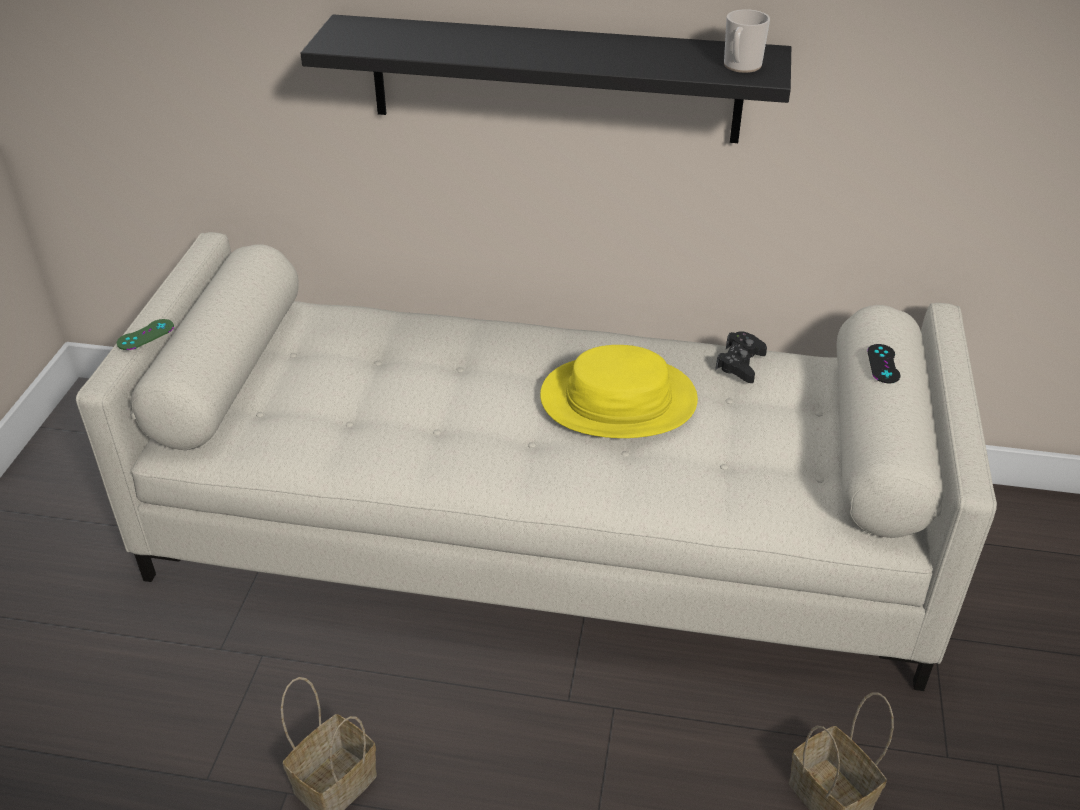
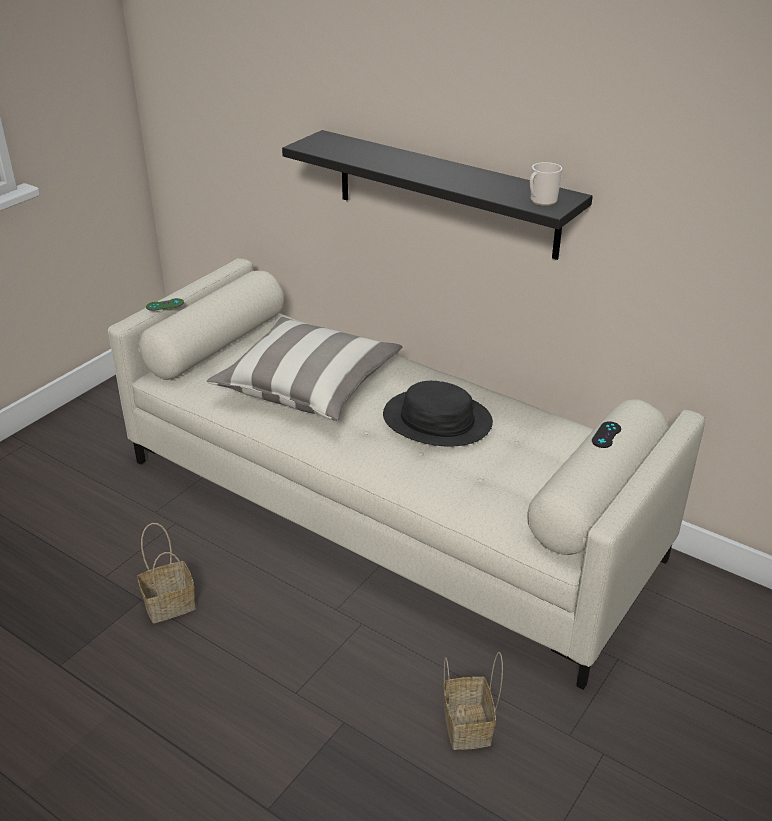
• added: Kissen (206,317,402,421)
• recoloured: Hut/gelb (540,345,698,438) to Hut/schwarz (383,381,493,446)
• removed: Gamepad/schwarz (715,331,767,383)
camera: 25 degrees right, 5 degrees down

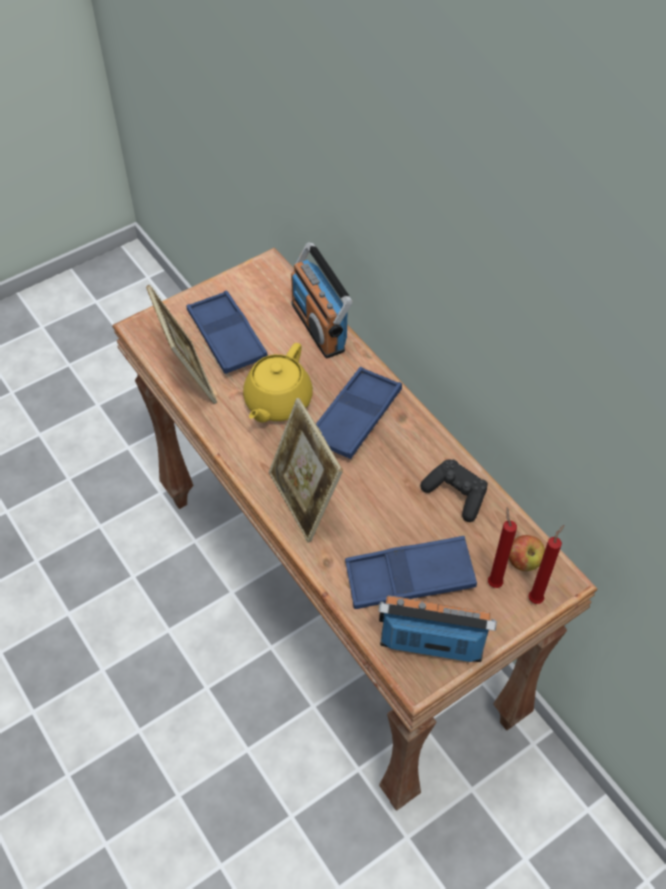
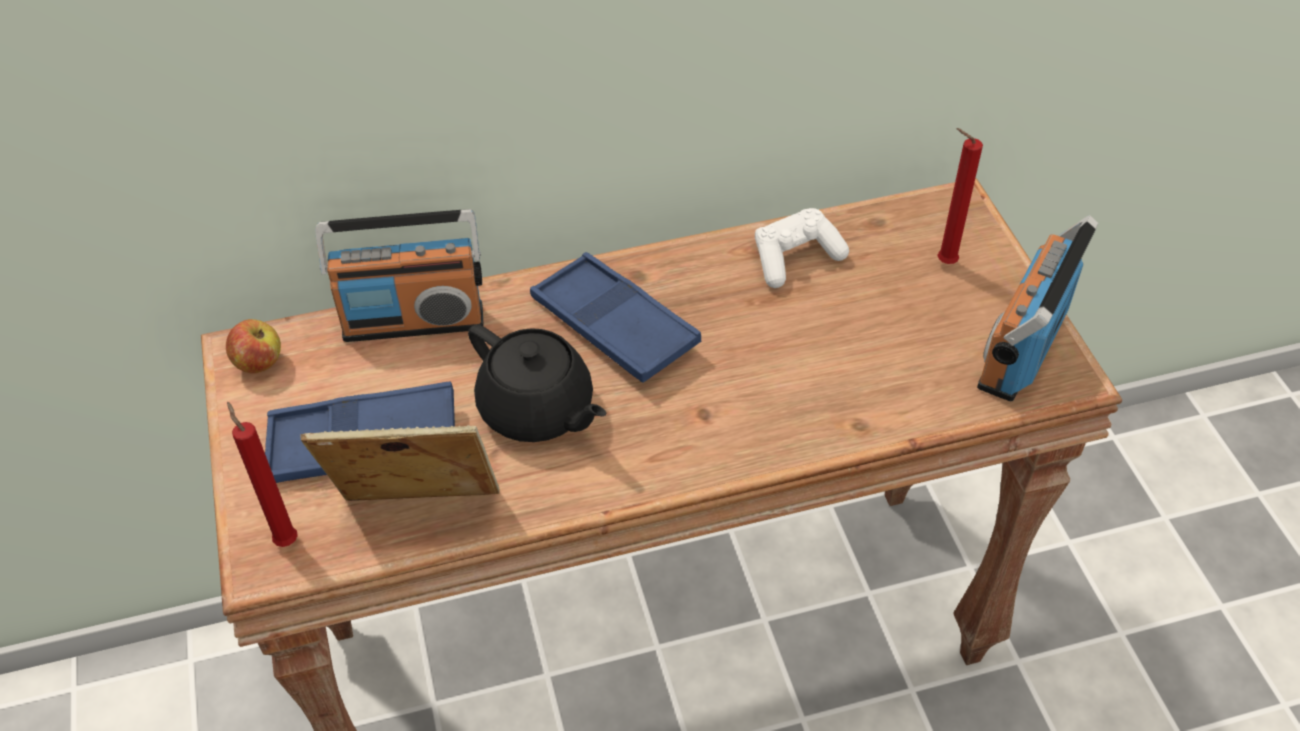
• moved: Apfel (509,535,545,571) to (226,319,281,374)
• moved: Kerze/rot (528,525,564,604) to (227,401,298,547)
• recoloured: Teekanne/gelb (243,343,313,422) to Teekanne/schwarz (468,324,606,442)
• recoloured: Gamepad/schwarz (420,459,488,522) to Gamepad/weiß (755,208,849,288)
• removed: Bilderrahmen (269,398,343,543)
• removed: Tablett/blau (345,536,477,609)
camera: 70 degrees left, 5 degrees down

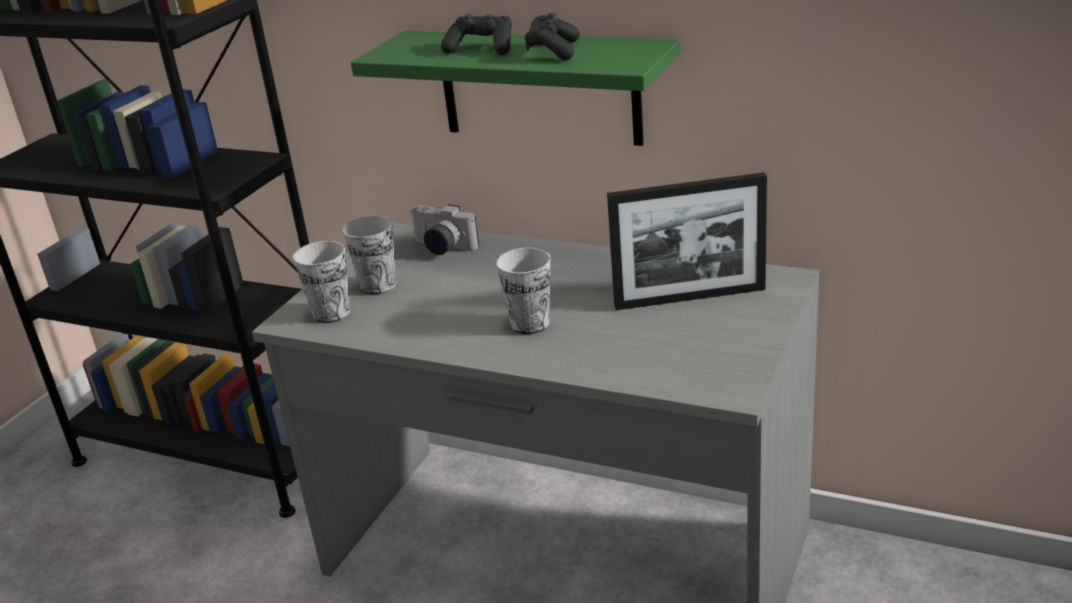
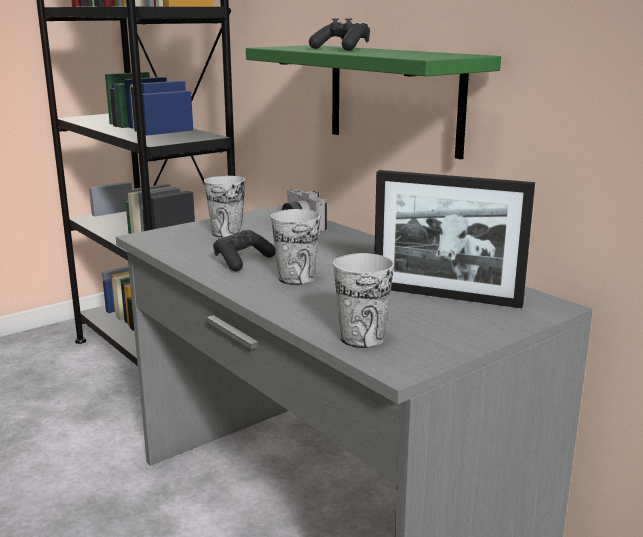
• moved: Gamepad/schwarz (525,13,580,60) to (213,230,275,271)
• moved: Tasse (293,241,350,323) to (333,253,394,348)
camera: 25 degrees right, 10 degrees down

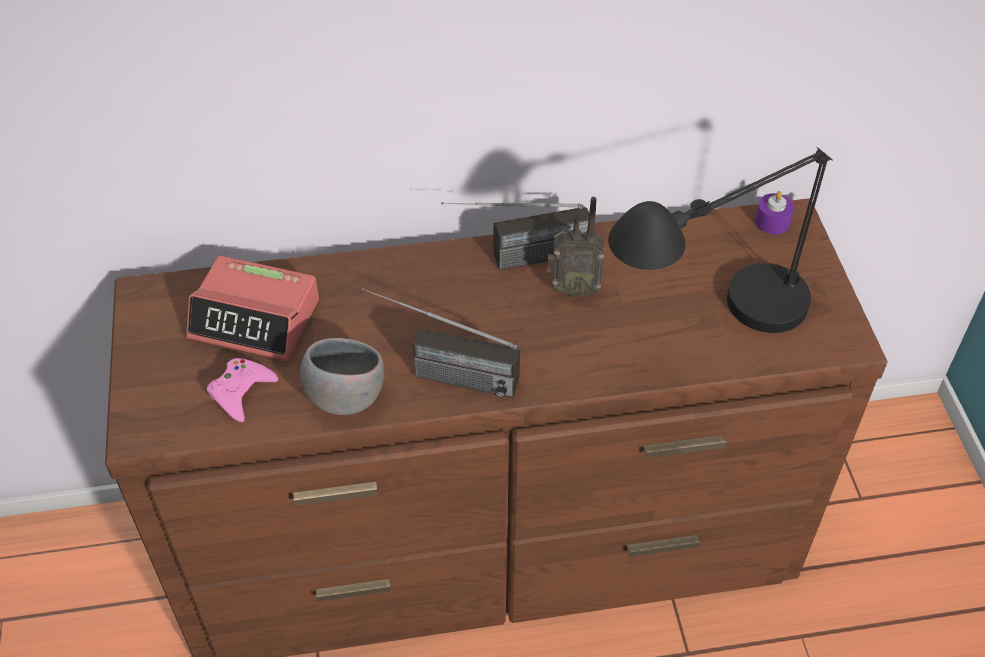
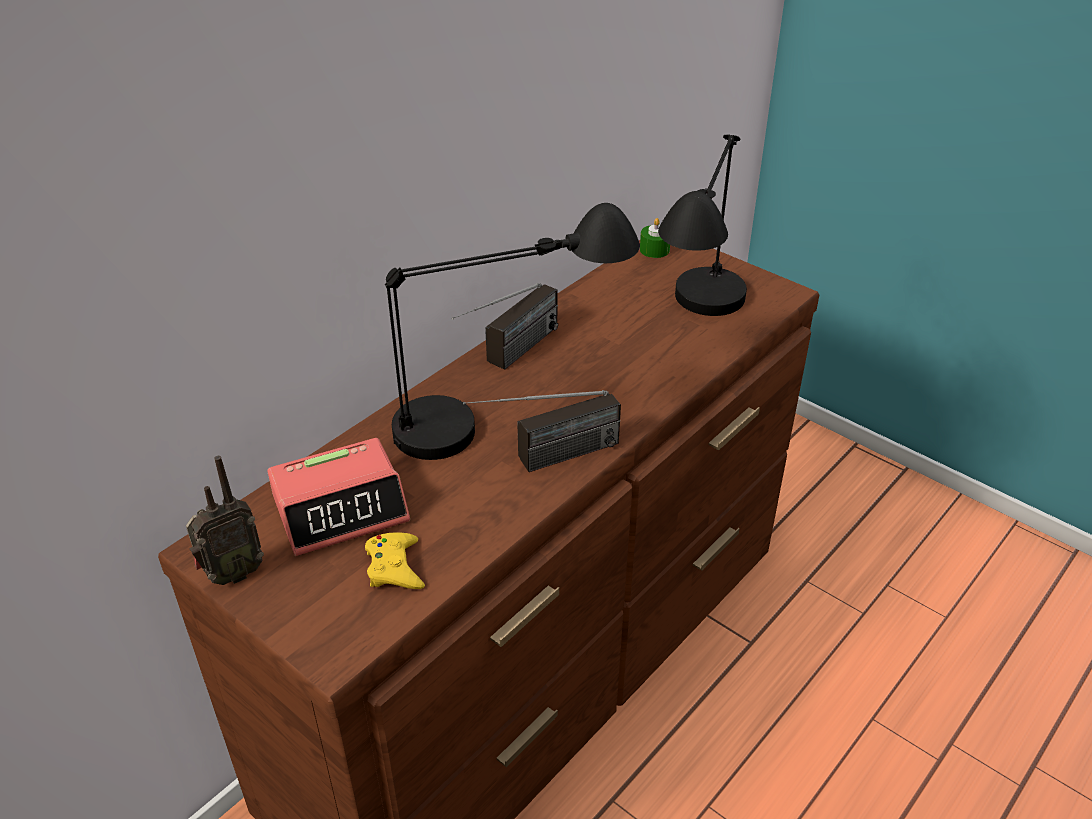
• moved: Radio (547,197,605,298) to (186,456,264,585)
• recoloured: Gamepad/rosa (207,358,278,422) to Gamepad/gelb (365,532,425,589)
• added: Tischlampe/schwarz (385,203,640,460)
• recoloured: Kerze/lila (755,191,794,234) to Kerze/grün (640,218,670,258)
• removed: Schüssel/grau (300,338,384,415)
camera: 40 degrees left, 10 degrees down

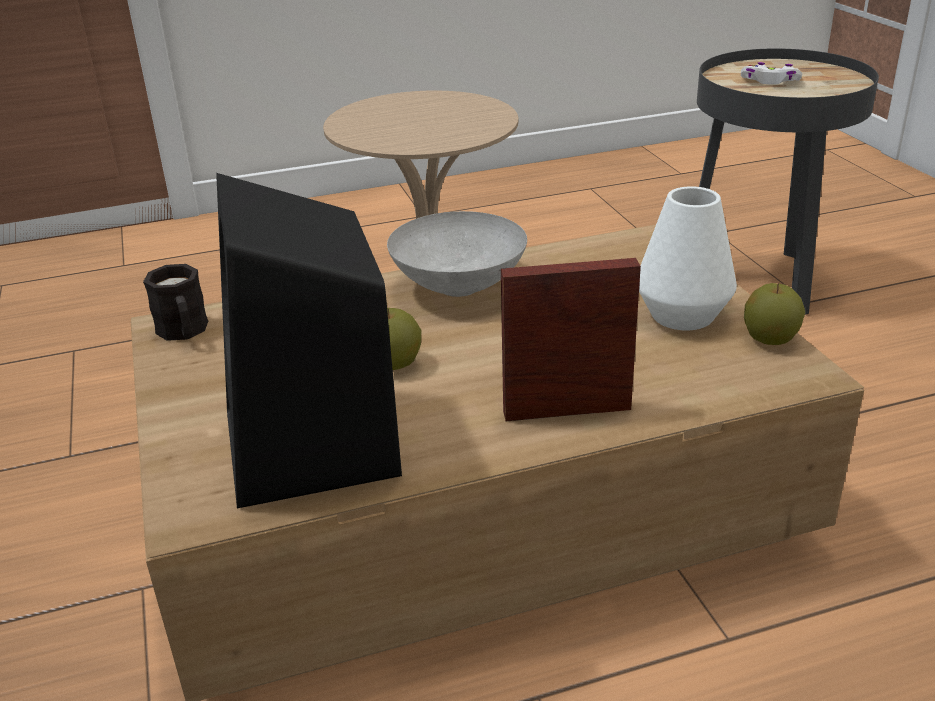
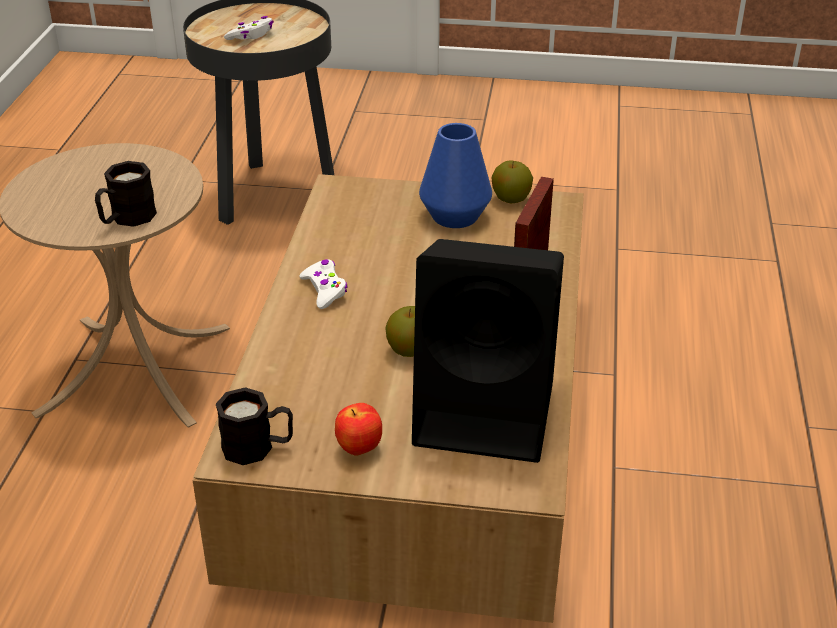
• added: Henkelbecher/schwarz (95,161,157,227)
• replaced: Schüssel/grau (387,211,527,297) to Gamepad/weiß (299,259,348,309)
• added: Apfel (335,403,382,456)
• recoloured: Vase/weiß (639,186,737,330) to Vase/blau (419,123,492,228)
camera: 65 degrees left, 5 degrees up

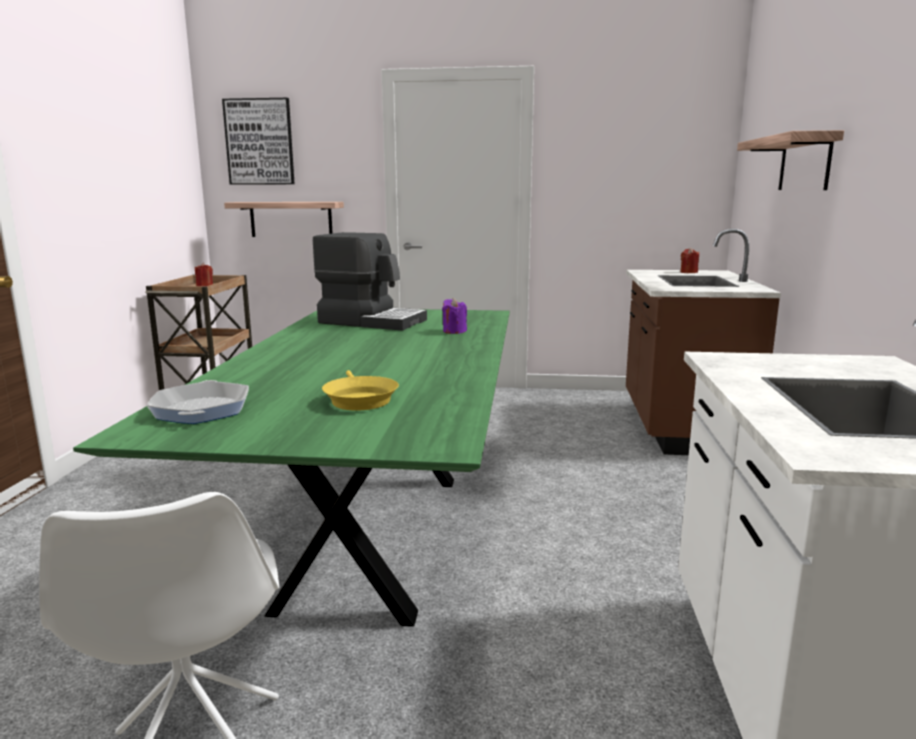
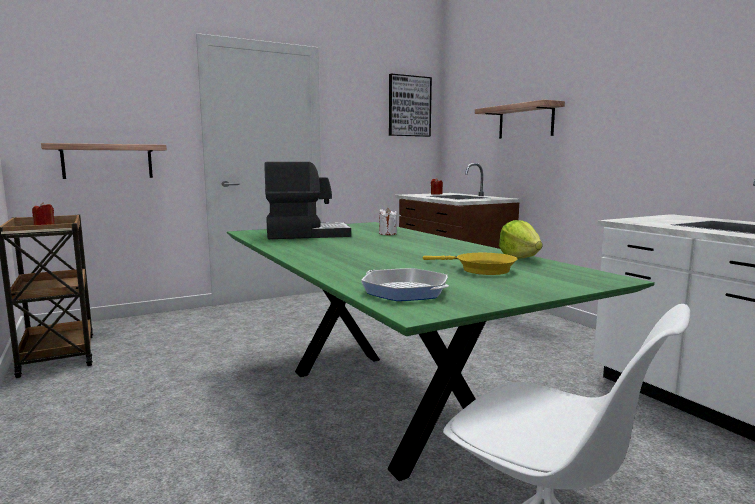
• recoloured: Kerze/lila (442,298,467,334) to Kerze/weiß (379,208,397,235)
• moved: Bild (222,98,295,185) to (389,73,432,137)
• added: Salatkopf (499,220,543,259)
camera: 35 degrees left, 5 degrees down

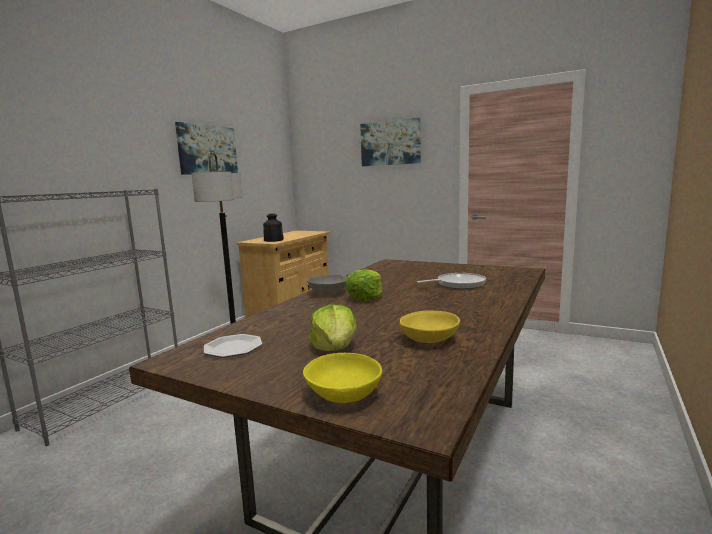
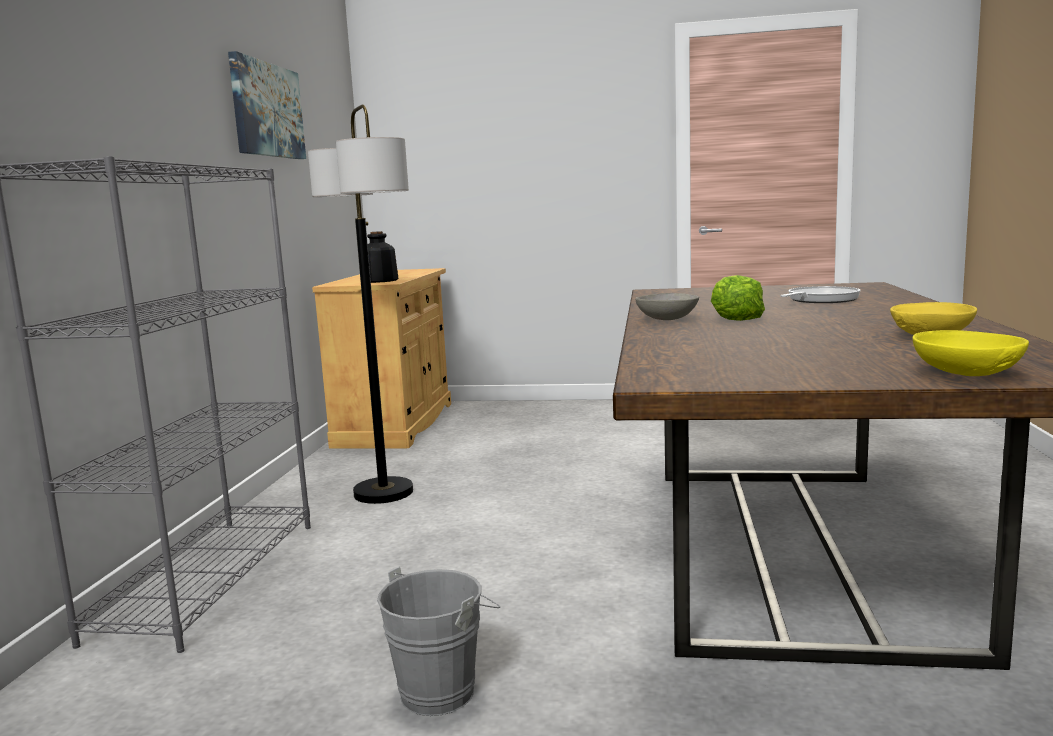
• added: Eimer/grau (377,567,500,716)
• removed: Teller (204,334,262,358)
• removed: Salatkopf (309,304,357,351)
• removed: Bild (360,118,421,166)
camera: 20 degrees left, 0 degrees up

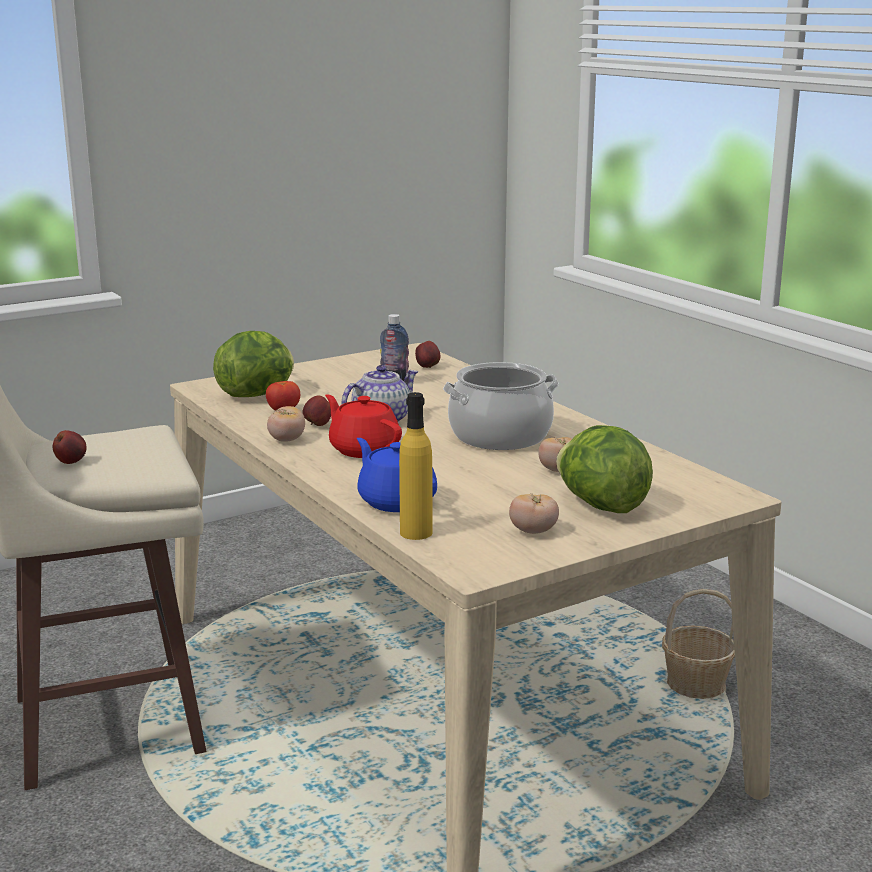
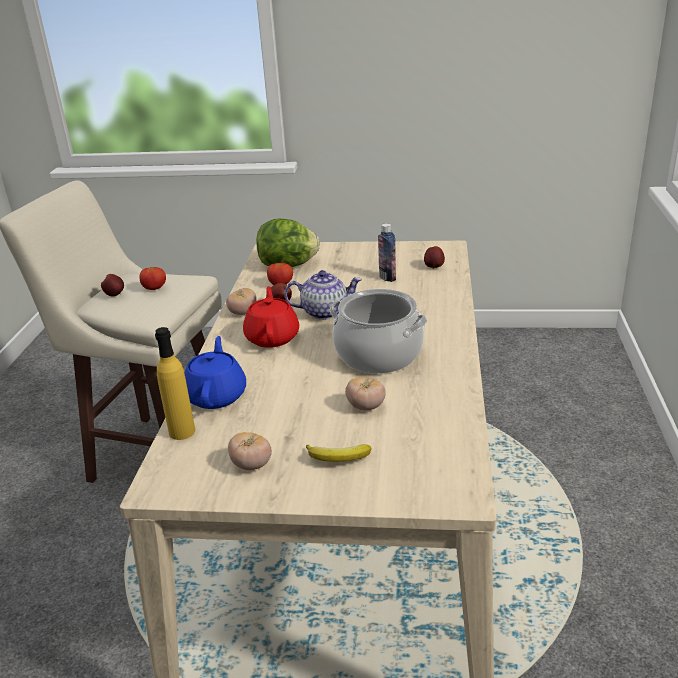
• added: Tomate (140,267,166,290)
• replaced: Salatkopf (556,425,653,513) to Banane (306,444,371,462)
• removed: Korb (662,589,735,699)
camera: 40 degrees right, 10 degrees up

